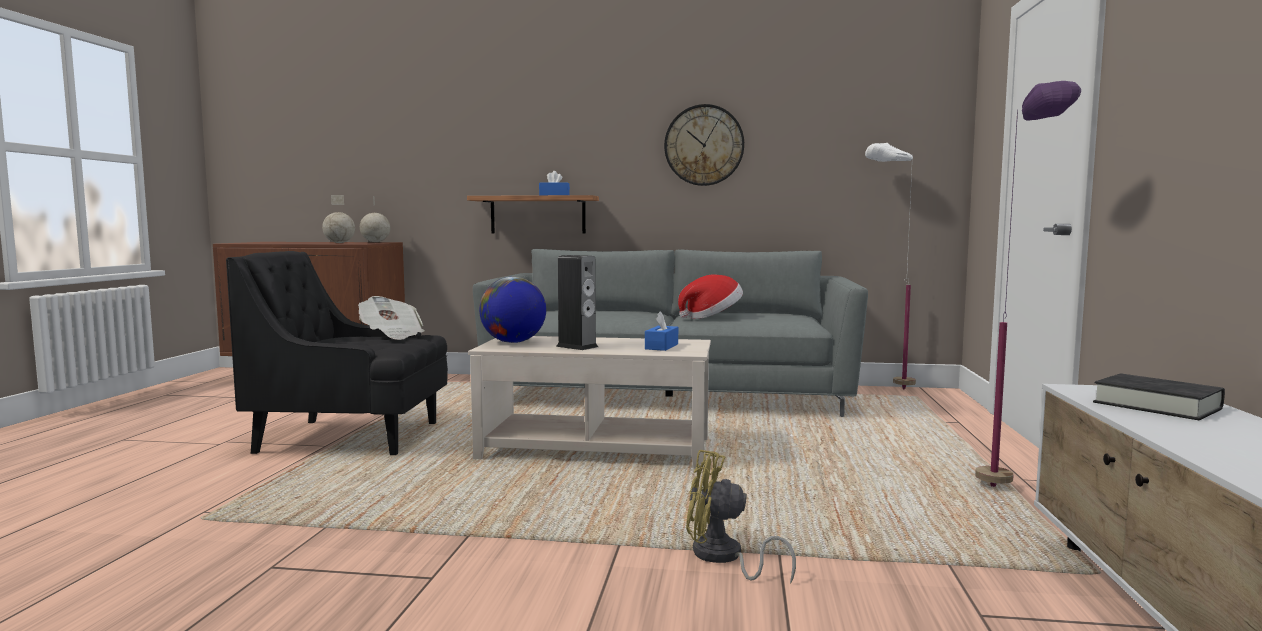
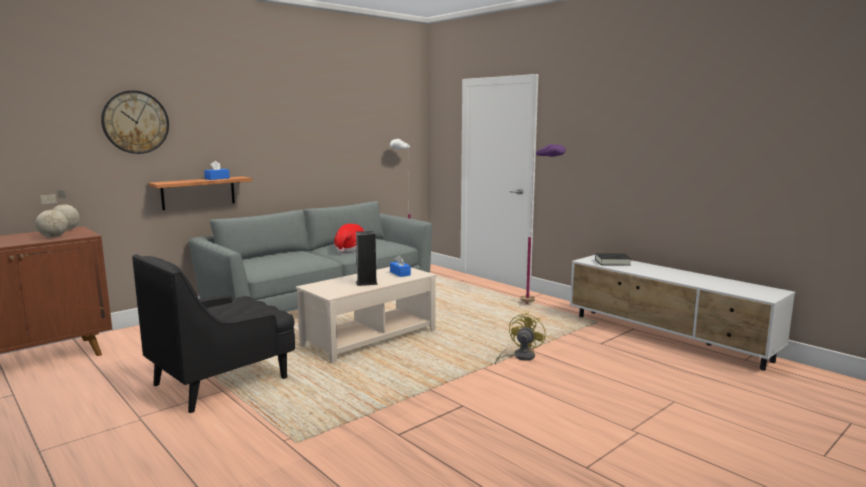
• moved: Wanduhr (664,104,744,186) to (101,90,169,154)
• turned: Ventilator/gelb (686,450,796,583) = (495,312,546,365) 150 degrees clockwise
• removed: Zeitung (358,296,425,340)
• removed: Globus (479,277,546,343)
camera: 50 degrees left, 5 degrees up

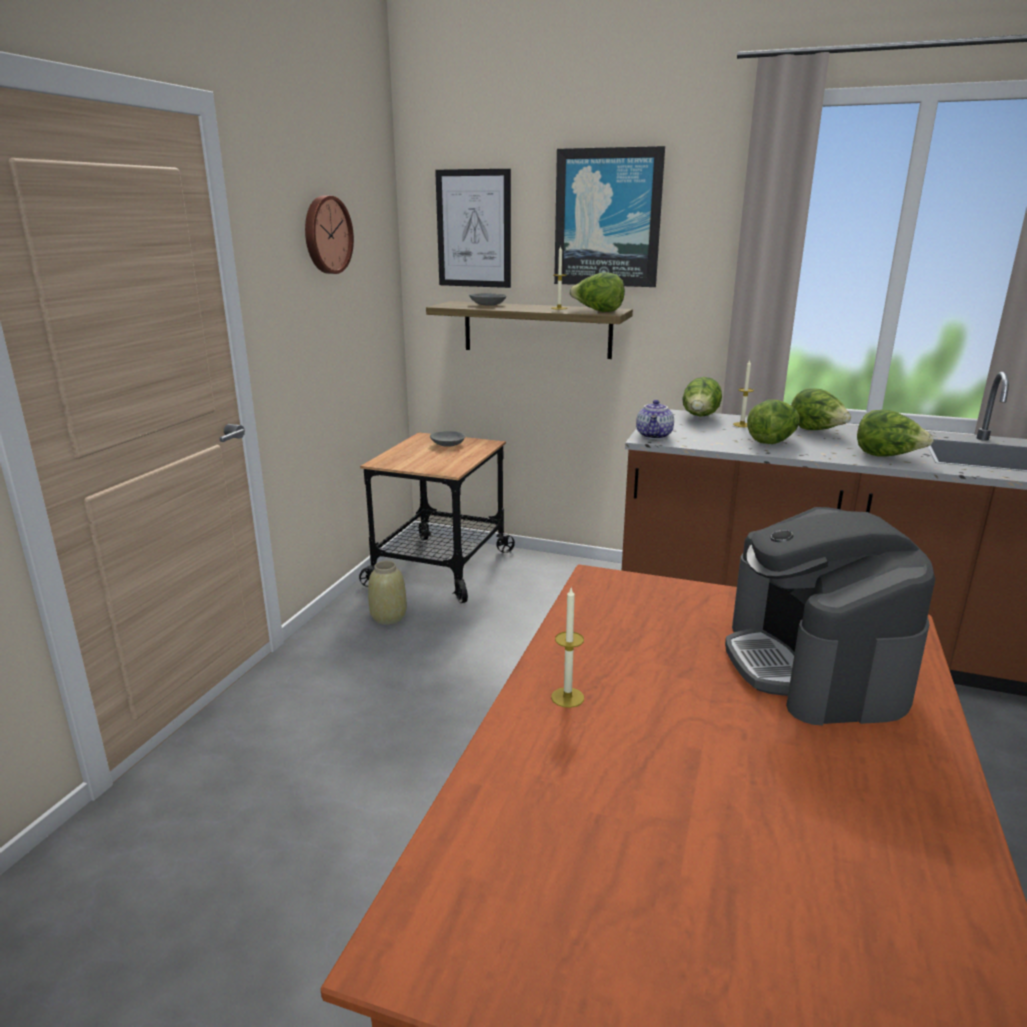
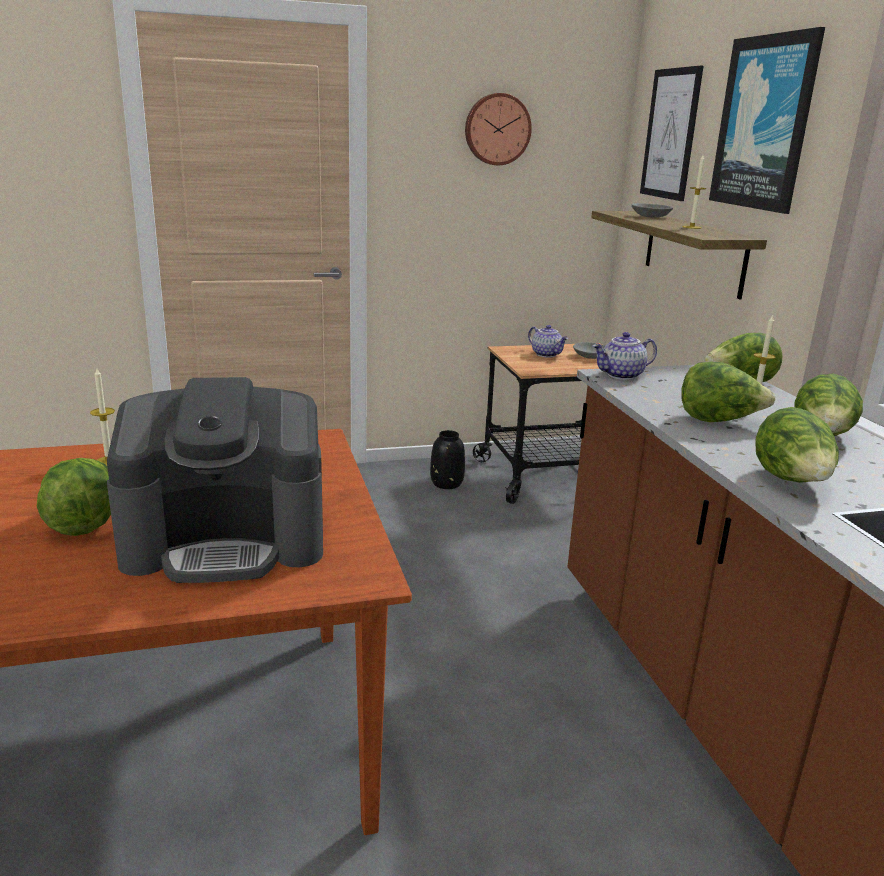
• moved: Salatkopf (569,272,625,312) to (37,458,111,536)
• turned: Kaffeemaschine (725,507,935,725) = (107,377,323,583) 150 degrees counterclockwise
• recoloured: Vase/beige (368,561,407,625) to Vase/schwarz (430,430,465,489)
• added: Teekanne (528,325,568,358)
camera: 55 degrees right, 0 degrees up

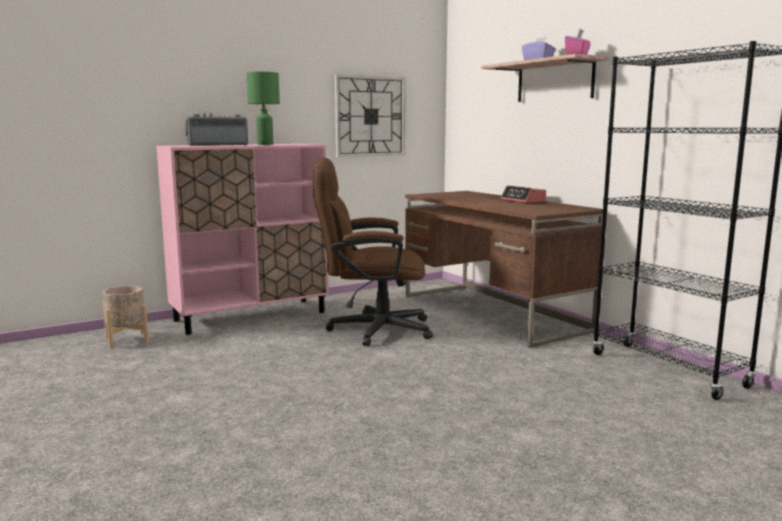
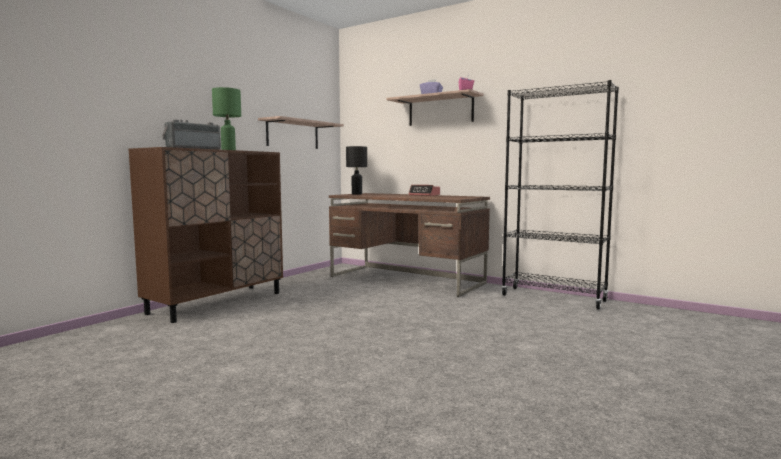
• recoloured: Schrank/rosa (156,144,329,335) to Schrank/braun (129,147,283,323)
• replaced: Wanduhr (335,74,405,157) to Wandregal (258,116,344,149)
• added: Tischlampe/schwarz (346,146,367,194)
• removed: Pflanzkübel/beige (102,286,149,349)
• removed: Bürostuhl/braun (312,157,433,346)
camera: 25 degrees left, 5 degrees down

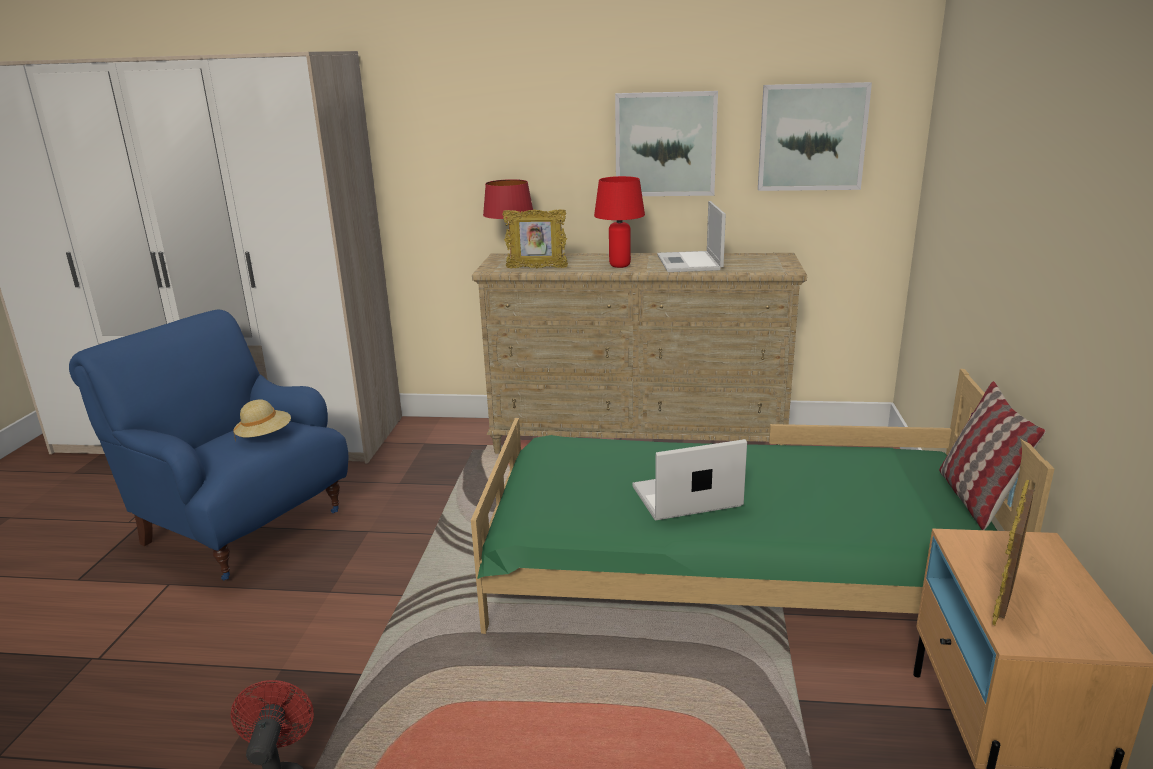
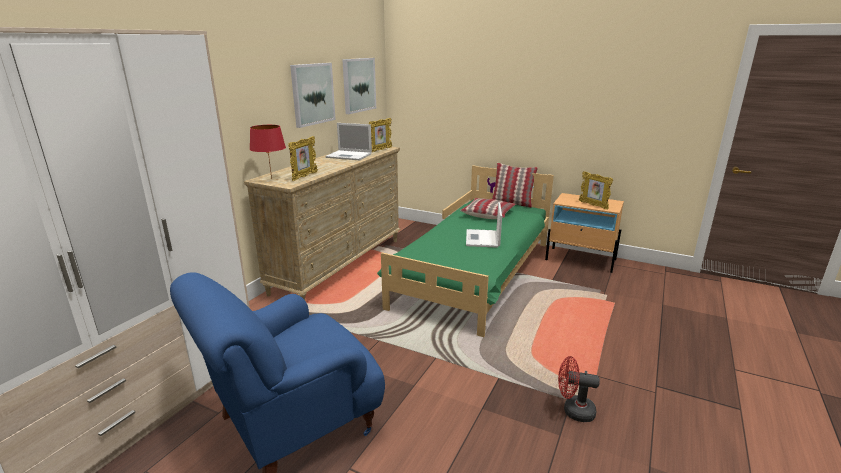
• added: Bilderrahmen (369,118,392,152)
• added: Kissen (460,198,516,219)
• removed: Hut/beige (233,399,291,441)
• removed: Tischlampe/rot (594,176,645,268)
camera: 70 degrees left, 0 degrees up

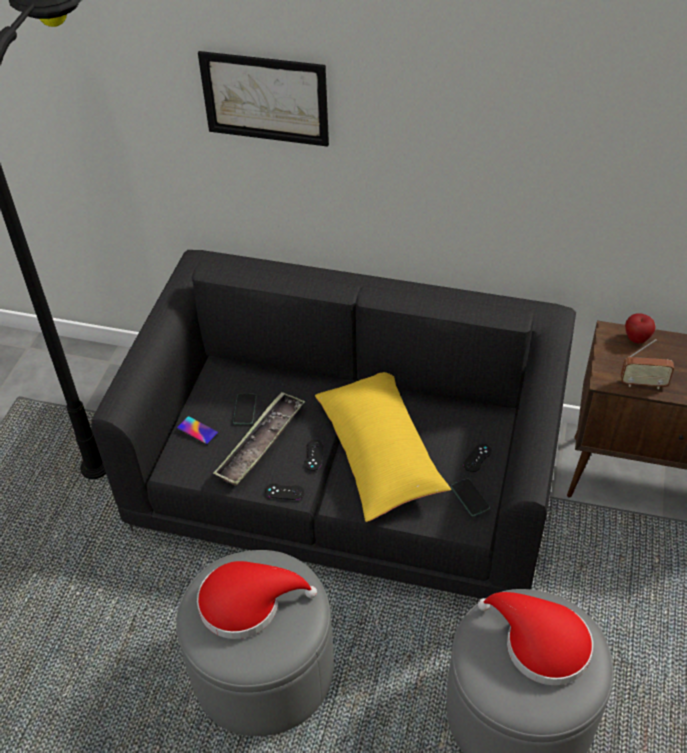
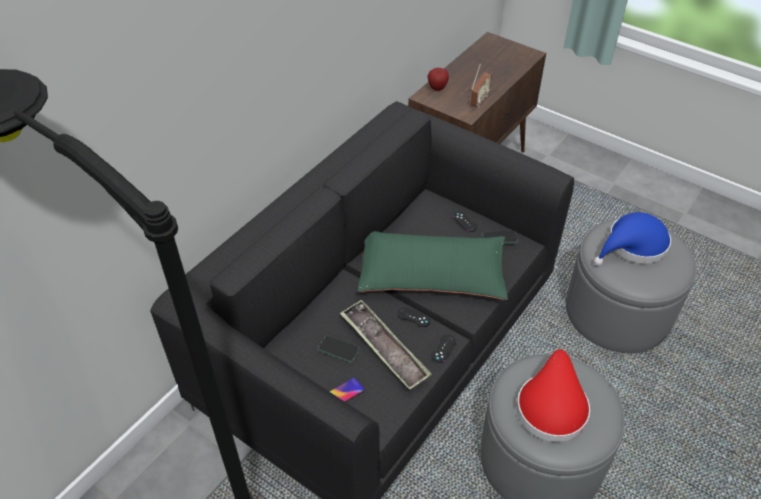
• recoloured: Kissen/gelb (315,372,451,522) to Kissen/grün (358,231,508,300)
• recoloured: Hut/rot (478,592,593,685) to Hut/blau (594,212,671,266)
• removed: Bild (198,51,329,147)
camera: 70 degrees left, 0 degrees up

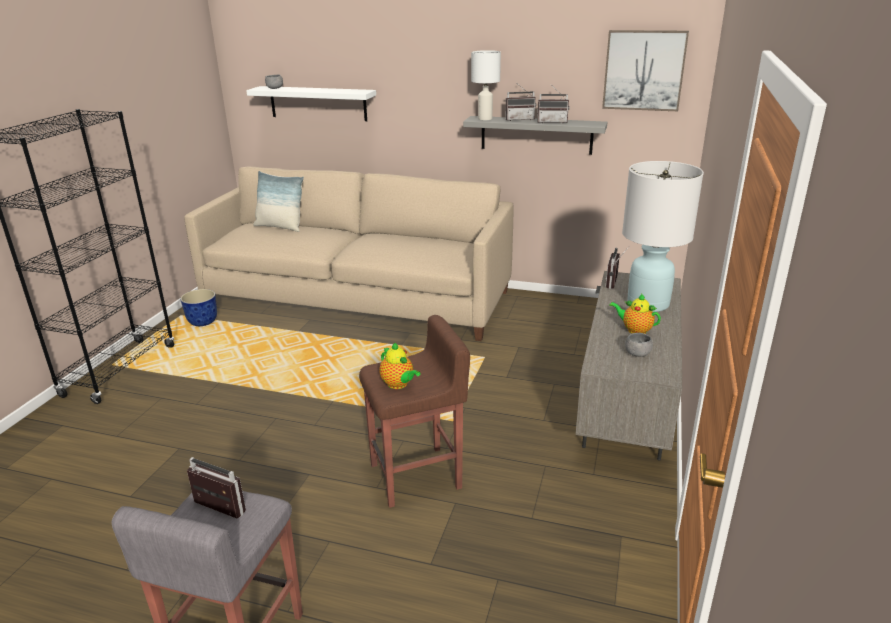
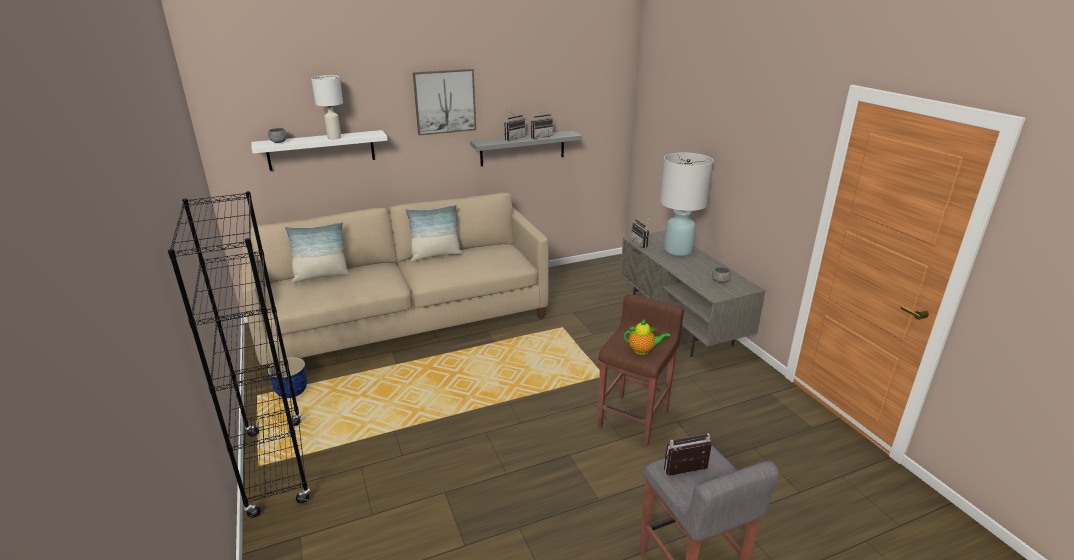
• moved: Tischlampe/weiß (471,50,501,120) to (311,75,343,139)
• added: Kissen (406,205,463,262)
• moved: Bild (602,30,689,111) to (413,69,476,136)
• removed: Teekanne (609,293,661,334)
camera: 40 degrees left, 0 degrees up

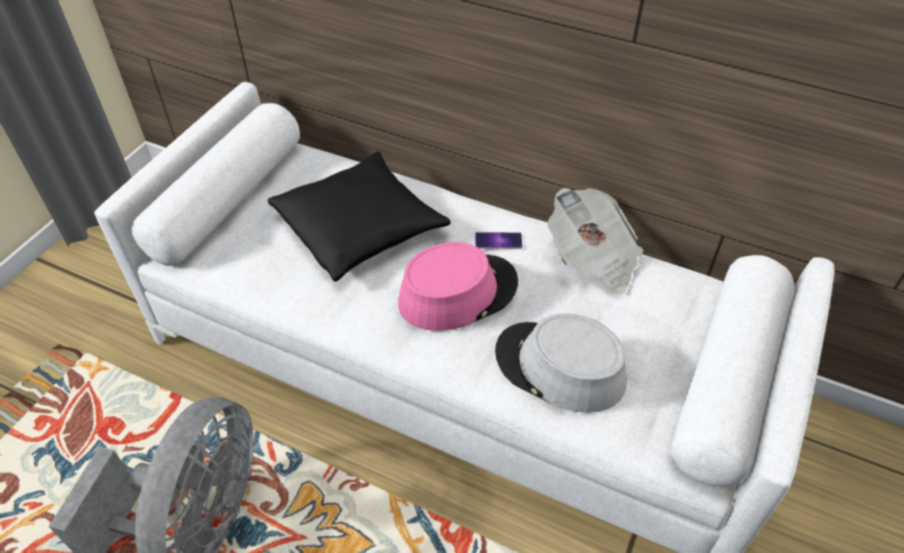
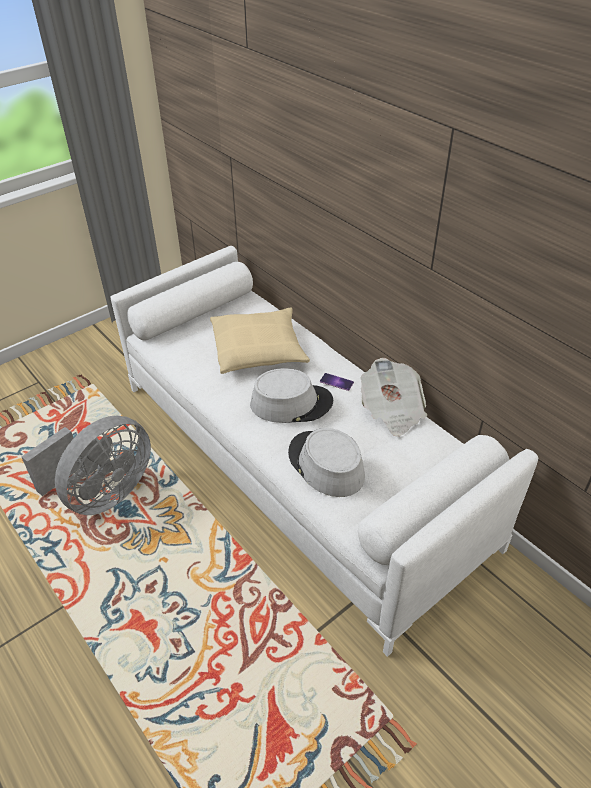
• recoloured: Kissen/schwarz (268,151,451,282) to Kissen/beige (210,307,310,374)
• recoloured: Hut/rosa (398,242,518,331) to Hut/grau (250,368,333,423)
camera: 25 degrees right, 5 degrees down

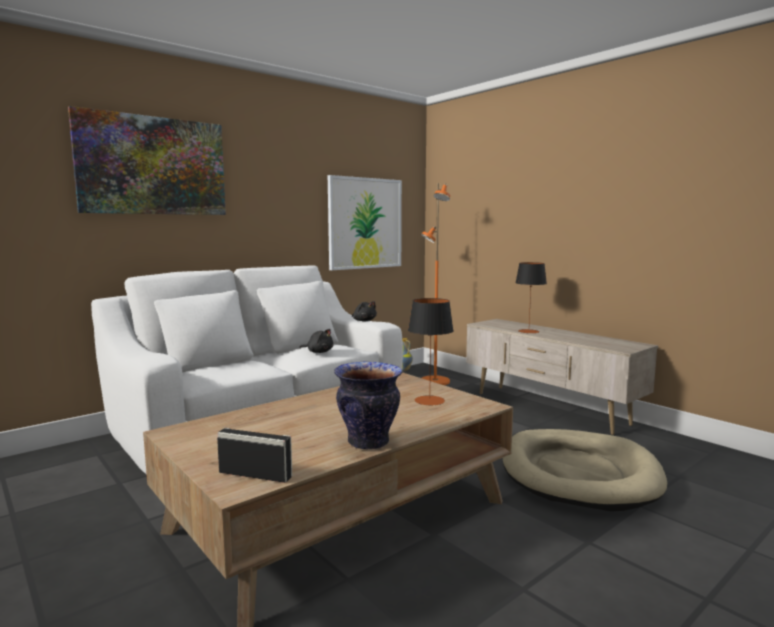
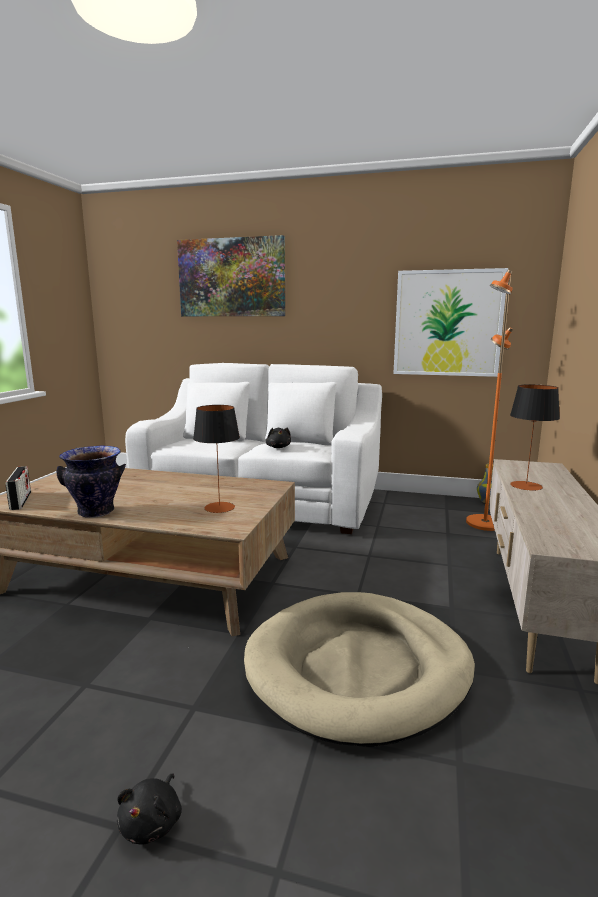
• moved: Plüschtier/schwarz (352,301,377,321) to (117,773,182,845)
camera: 55 degrees right, 5 degrees up

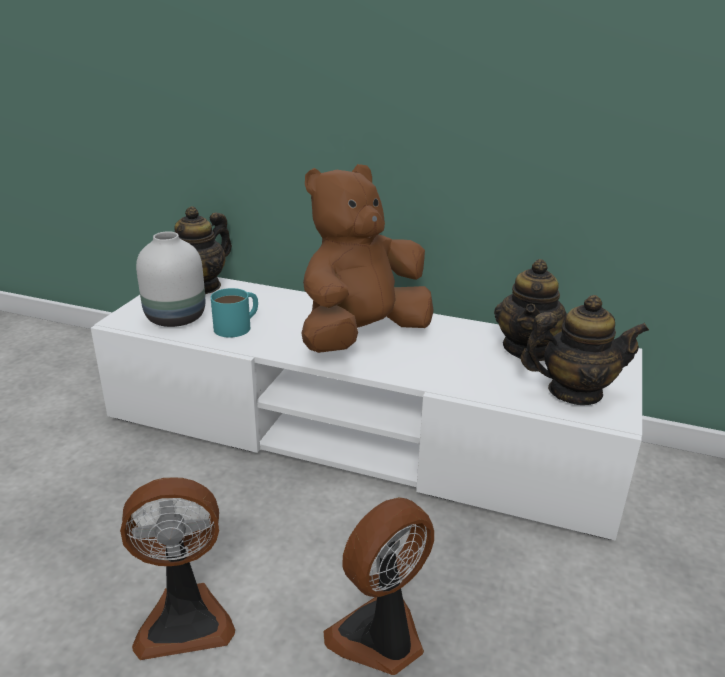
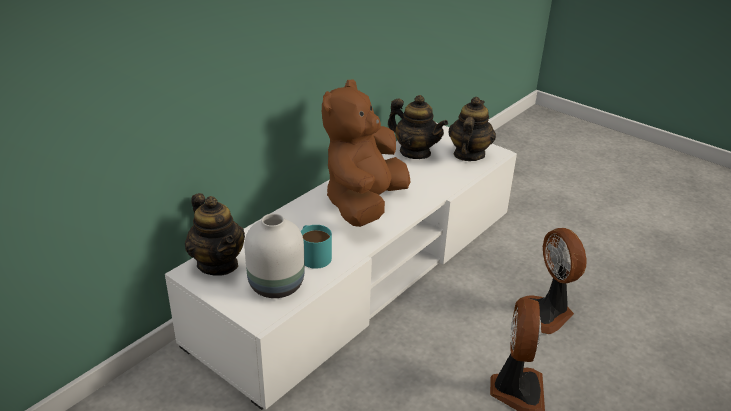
• turned: Plüschtier/braun (301,164,434,353) = (322,79,411,227) 45 degrees clockwise
camera: 70 degrees left, 5 degrees up

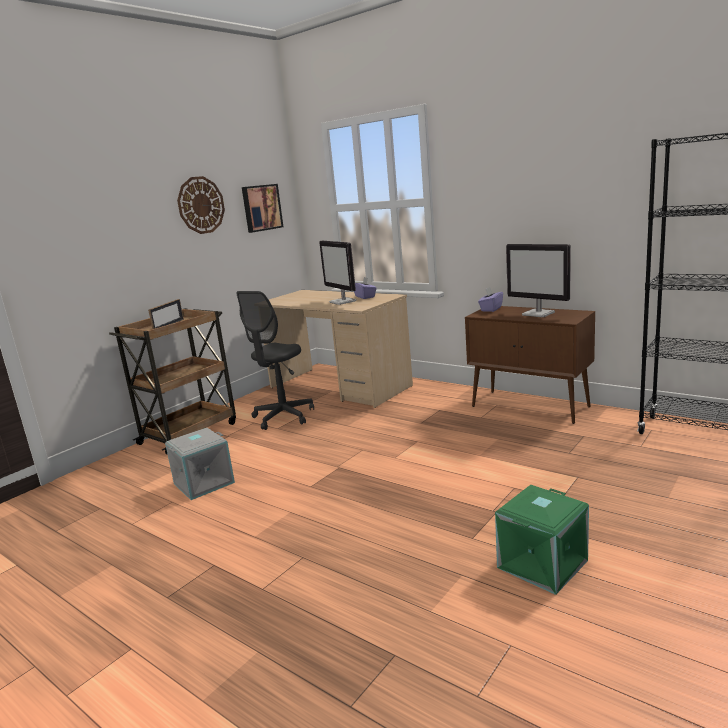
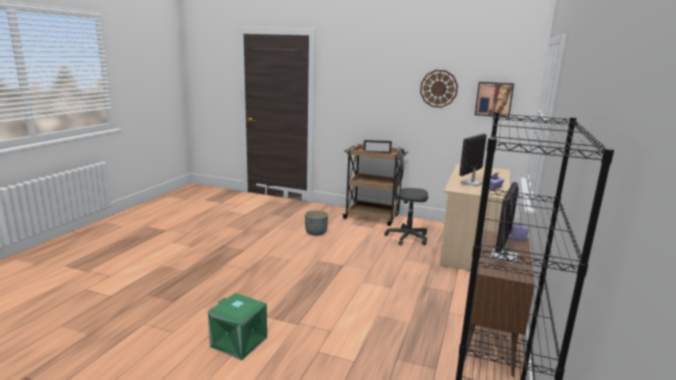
• replaced: Aufbewahrungsbox/grau (165,428,235,500) to Pflanzkübel/grau (305,210,328,236)
camera: 70 degrees right, 0 degrees up

